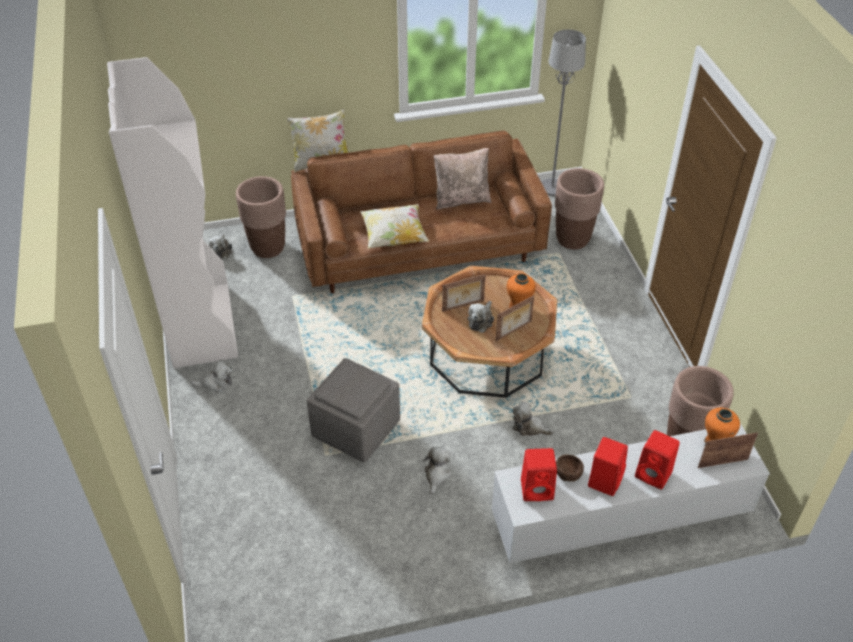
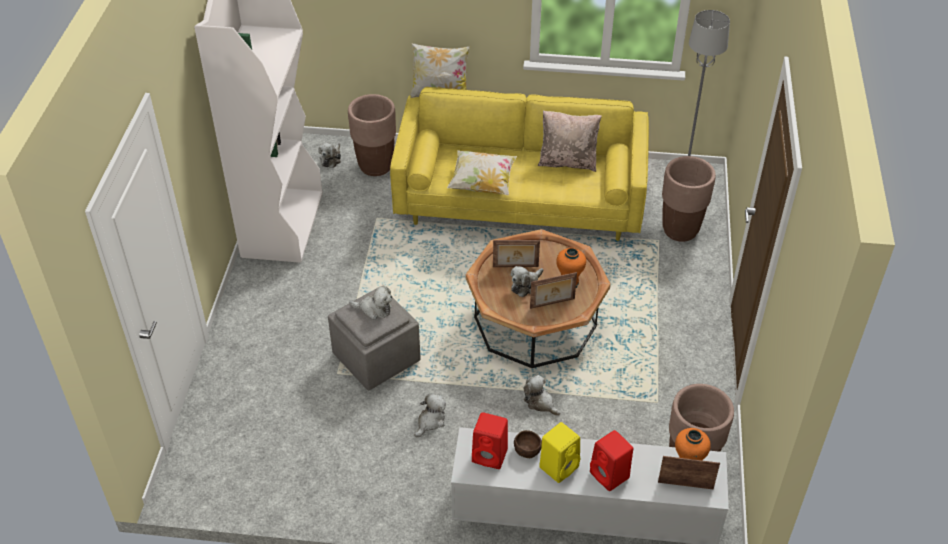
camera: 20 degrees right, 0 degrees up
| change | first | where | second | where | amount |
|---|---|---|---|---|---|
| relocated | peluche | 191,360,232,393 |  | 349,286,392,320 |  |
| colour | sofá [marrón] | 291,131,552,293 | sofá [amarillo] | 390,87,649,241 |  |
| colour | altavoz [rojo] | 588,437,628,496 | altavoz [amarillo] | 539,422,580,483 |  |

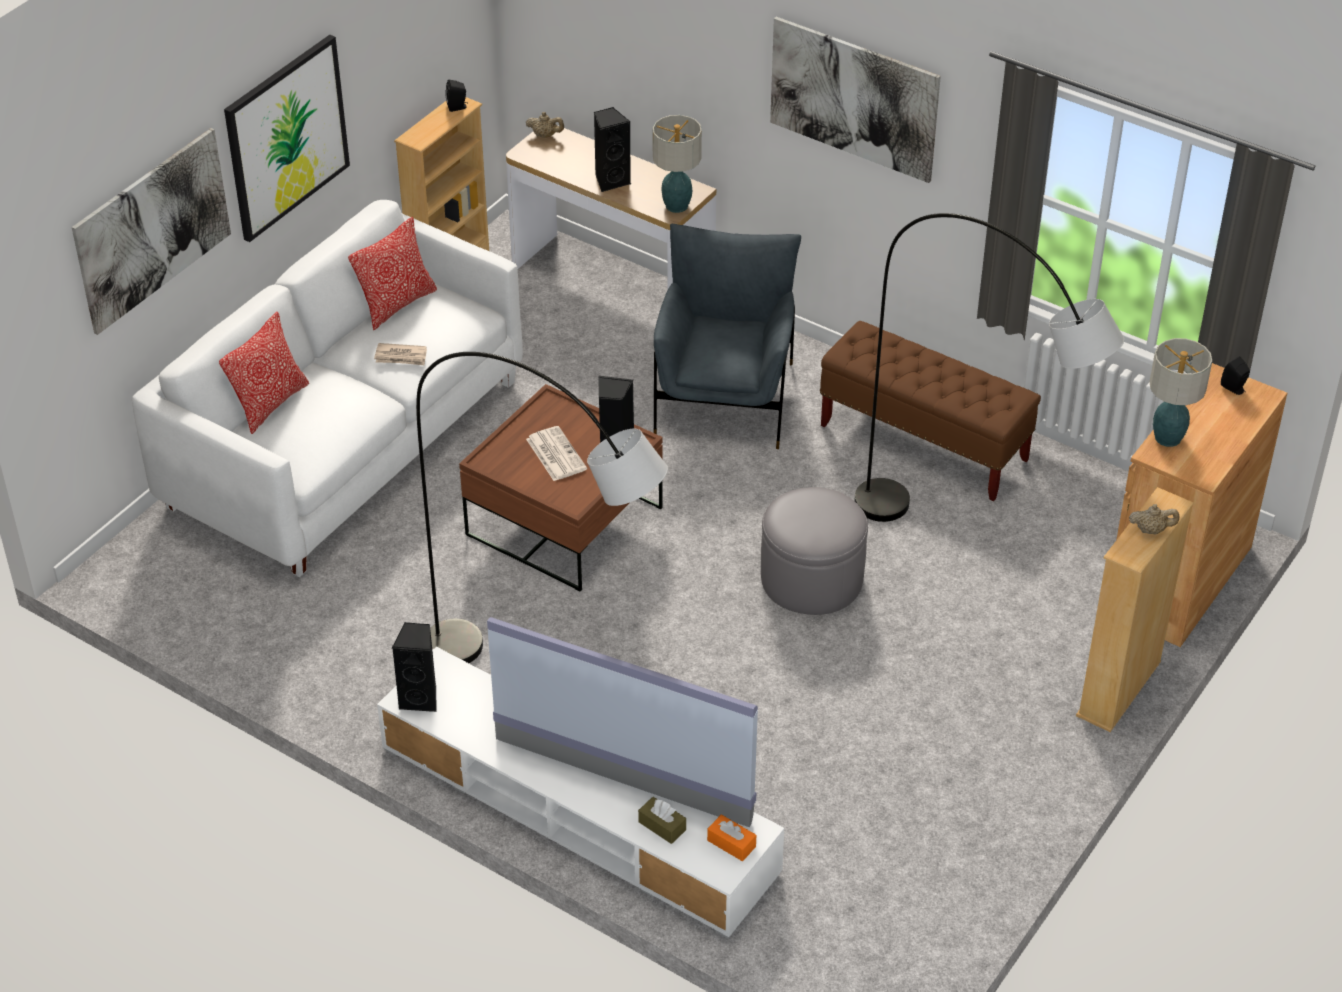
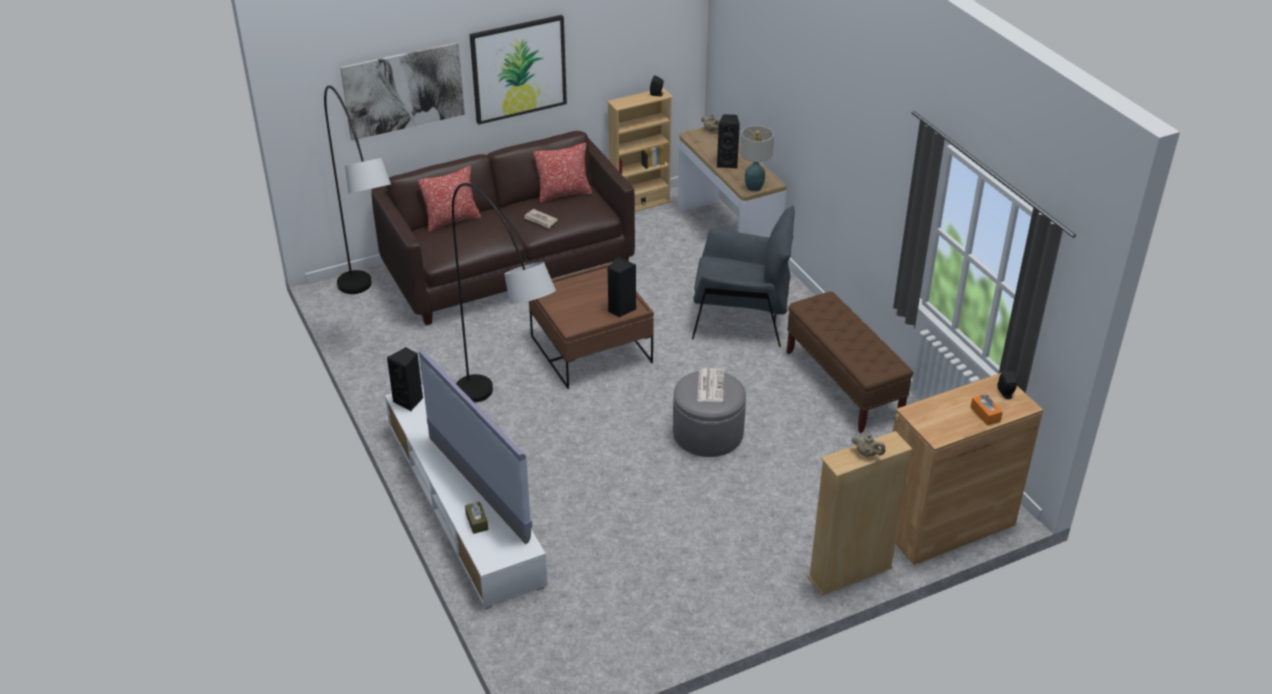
camera: 30 degrees right, 5 degrees down
| change | first | where | second | where | amount |
|---|---|---|---|---|---|
| relocated | lámpara de pie [gris] | 855,213,1124,522 |  | 324,85,391,294 |  |
| colour | sofá [blanco] | 132,200,523,577 | sofá [marrón] | 371,131,635,325 |  |
| spun | sillón [gris] | 654,224,801,449 |  | 692,206,795,347 | 60 degrees clockwise |
| relocated | periódico | 526,426,587,481 |  | 698,368,724,402 |  |
| relocated | caja de pañuelos [naranja] | 707,814,756,861 |  | 970,394,1003,426 |  |
| missing | cuadro | 770,17,941,183 |  |  |  |
| missing | lámpara de mesa | 1149,338,1212,447 |  |  |  |

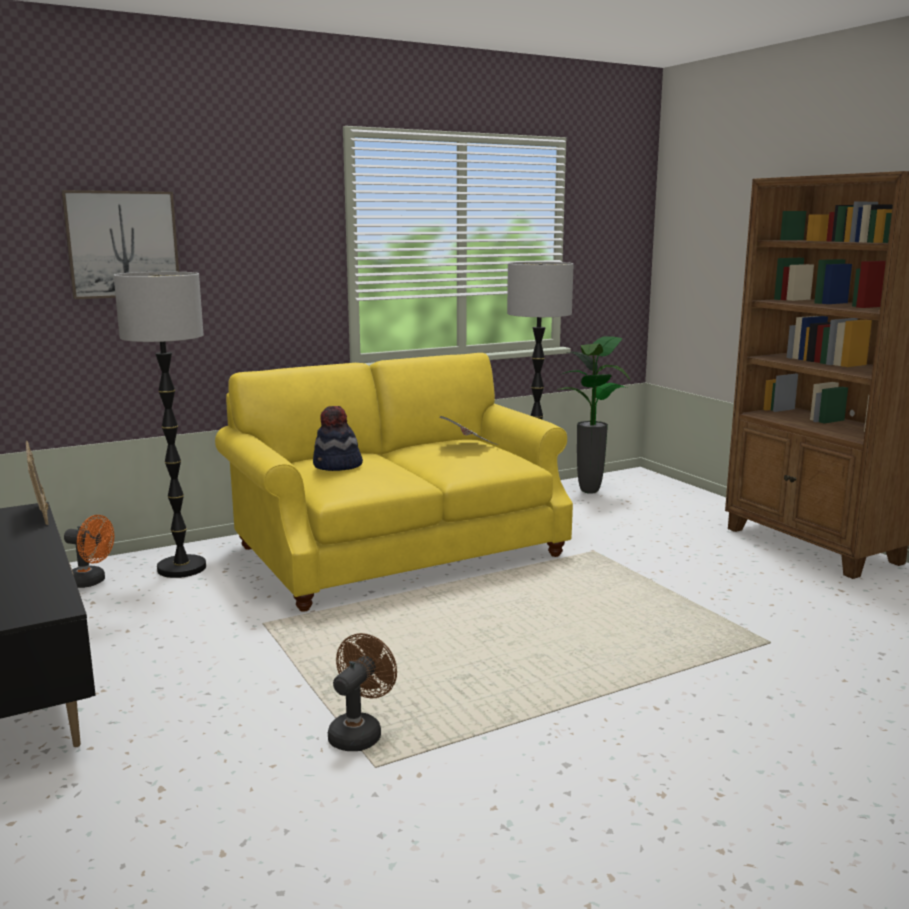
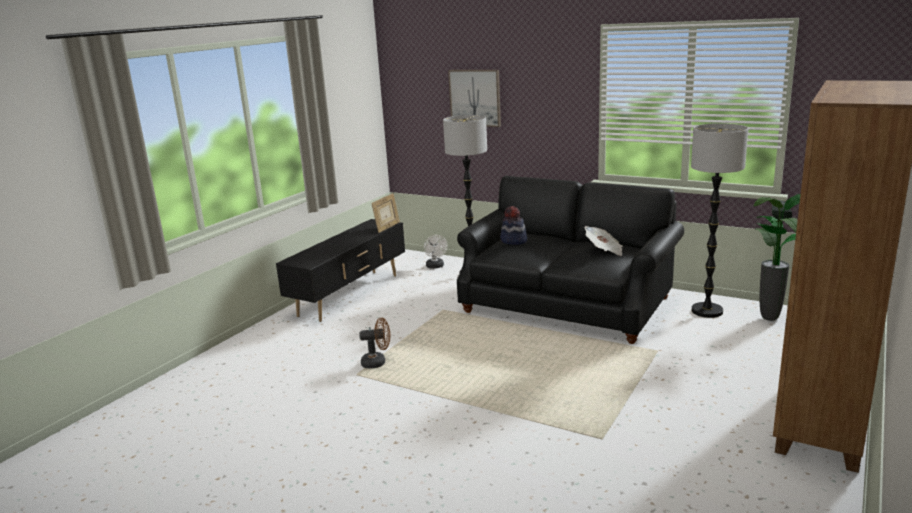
camera: 60 degrees right, 5 degrees up
| change | first | where | second | where | amount |
|---|---|---|---|---|---|
| colour | ventilador [naranja] | 64,515,114,588 | ventilador [blanco] | 424,235,448,269 |  |
| colour | sofá [amarillo] | 215,353,573,612 | sofá [negro] | 457,176,684,344 |  |

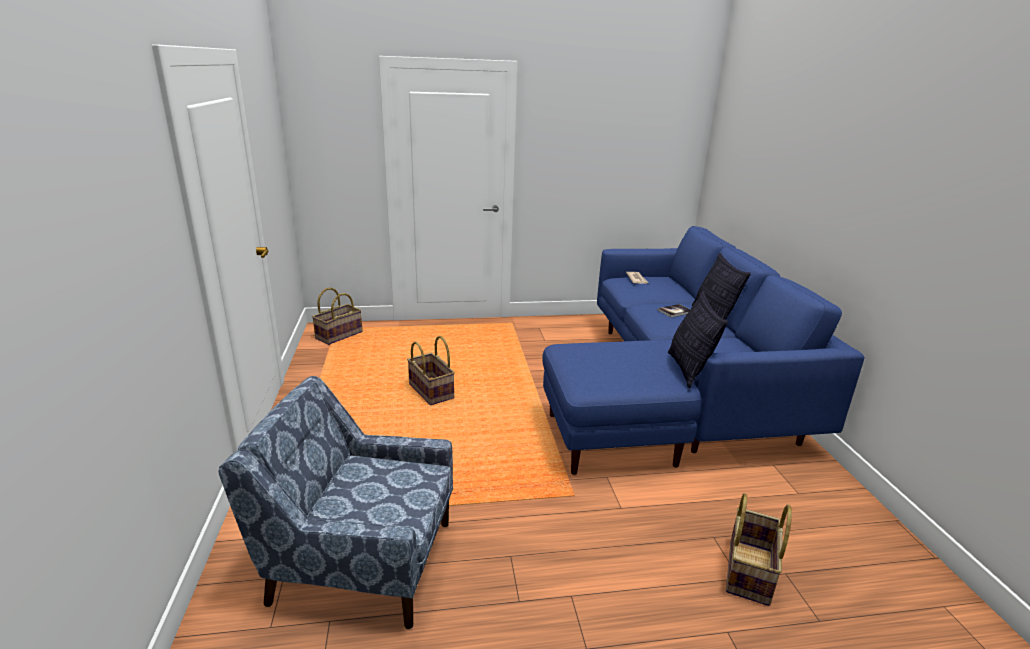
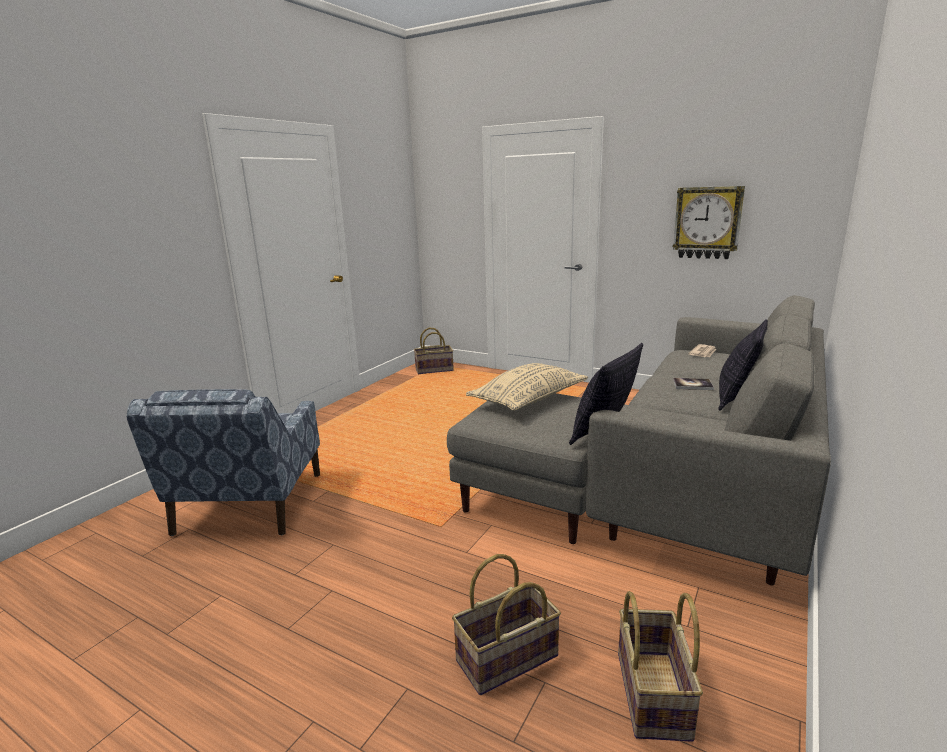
camera: 40 degrees right, 5 degrees down
| change | first | where | second | where | amount |
|---|---|---|---|---|---|
| spun | sillón [azul] | 219,376,453,629 |  | 126,389,320,536 | 135 degrees counterclockwise |
| colour | sofá [azul] | 542,226,864,475 | sofá [gris] | 447,295,831,585 |  |
| appeared |  |  | cojín [beis] | 466,363,588,411 |  |
| relocated | cesta | 407,336,455,405 |  | 618,591,703,742 |  |
| appeared |  |  | reloj de pared | 673,186,745,259 |  |

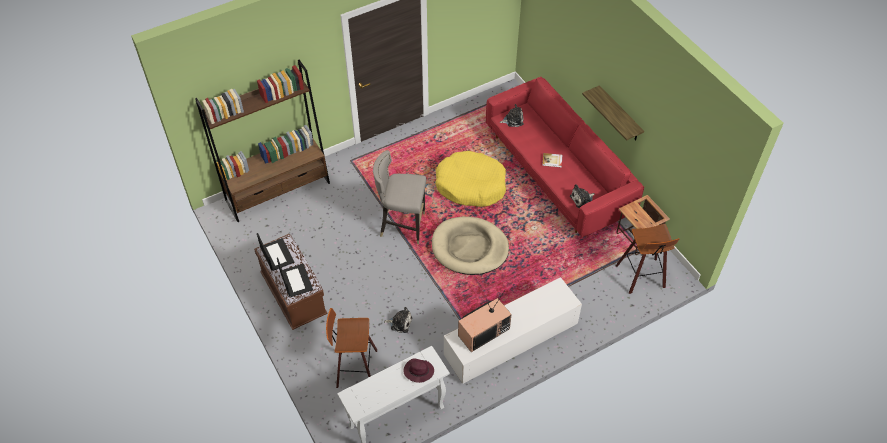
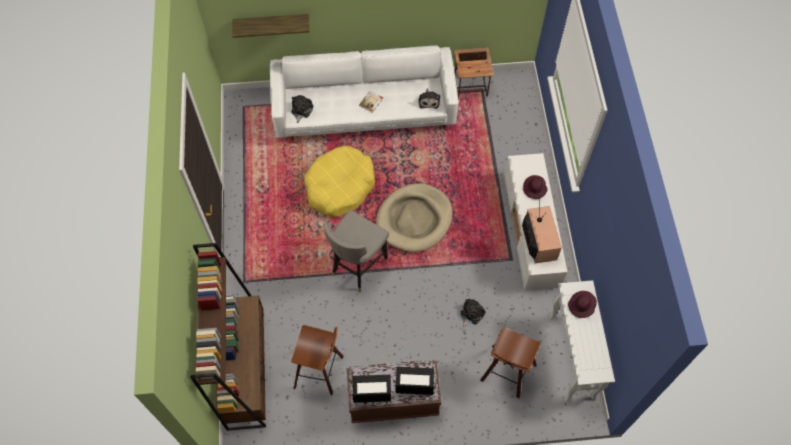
camera: 65 degrees left, 10 degrees up
| change | first | where | second | where | amount |
|---|---|---|---|---|---|
| relocated | estante | 582,85,644,141 |  | 232,14,310,38 |  |
| colour | sofá [rojo] | 486,77,644,237 | sofá [blanco] | 270,45,459,140 |  |
| relocated | taburete | 616,224,679,294 |  | 291,325,343,395 |  |
| appeared |  |  | sombrero [morado] | 523,175,547,199 |  |

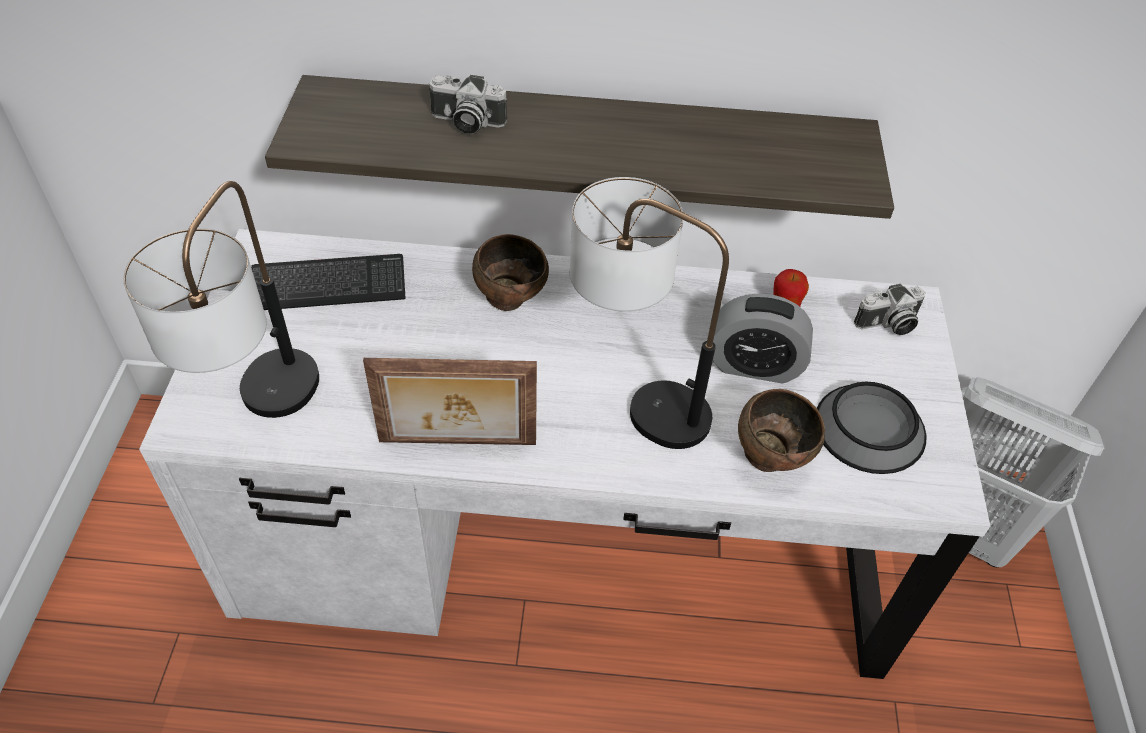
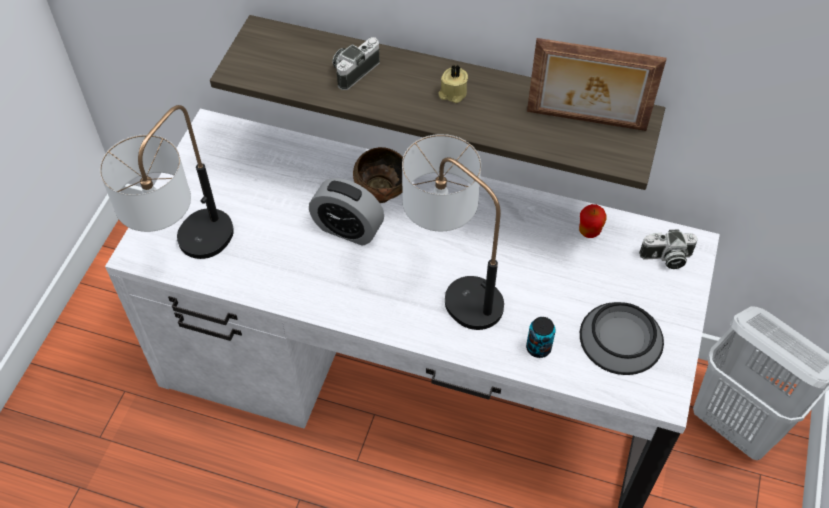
camera: 15 degrees right, 5 degrees up
| change | first | where | second | where | amount |
|---|---|---|---|---|---|
| relocated | despertador | 713,293,813,383 |  | 309,178,384,245 |  |
| spun | cámara | 428,75,507,134 |  | 332,37,380,90 | 105 degrees clockwise |
| appeared |  |  | vela [beis] | 438,65,468,103 |  |
| exchanged | cuenco [marrón] | 738,389,825,472 | lata | 526,317,556,358 |  |
| relocated | portarretratos | 363,358,537,445 |  | 527,38,667,131 |  |
| missing | teclado | 251,254,406,310 |  |  |  |

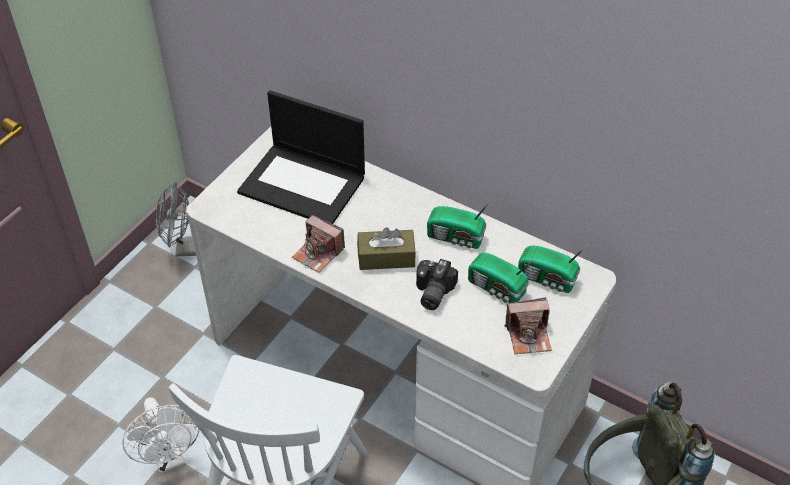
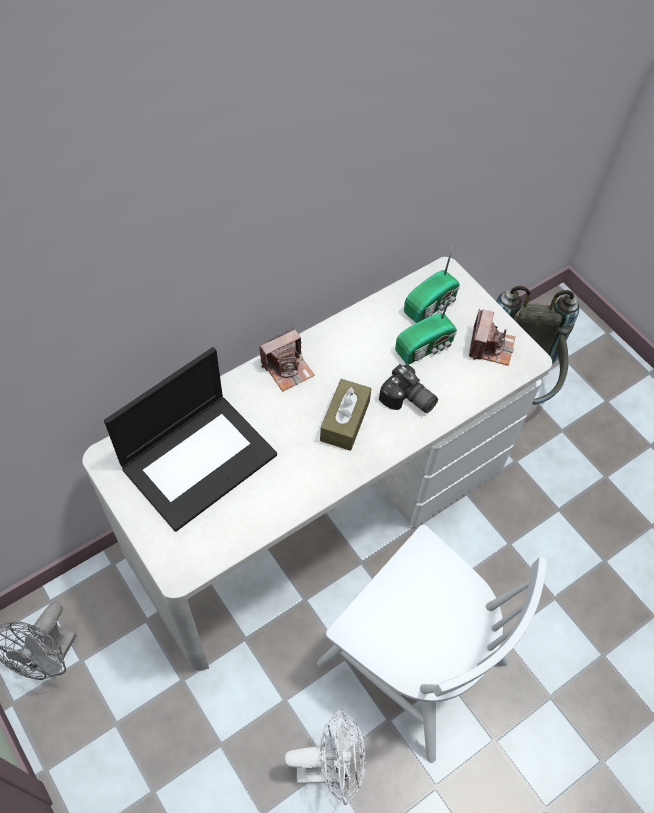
camera: 70 degrees left, 10 degrees up
| change | first | where | second | where | amount |
|---|---|---|---|---|---|
| relocated | cámara | 292,215,345,273 |  | 259,327,314,391 |  |
| missing | radio | 427,198,493,249 |  |  |  |

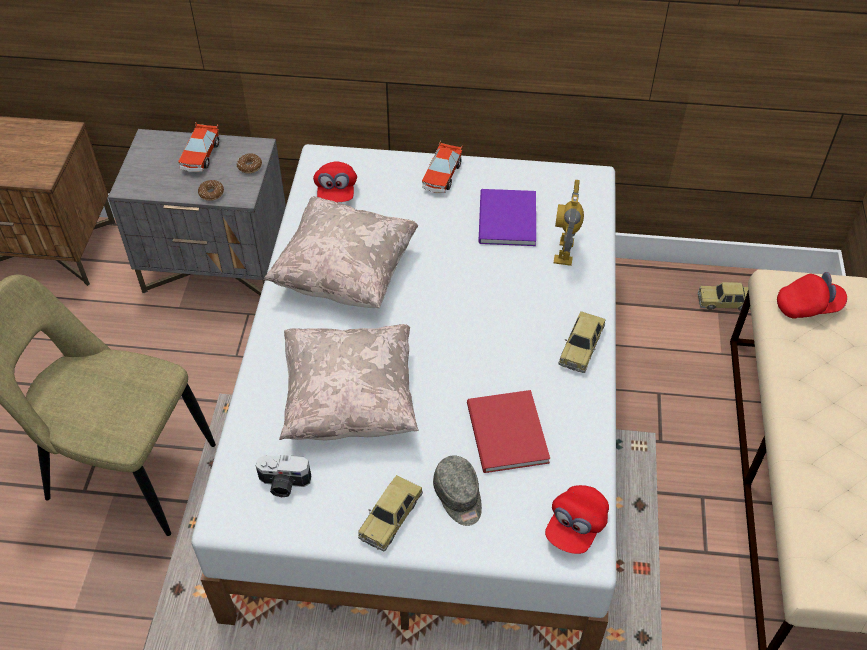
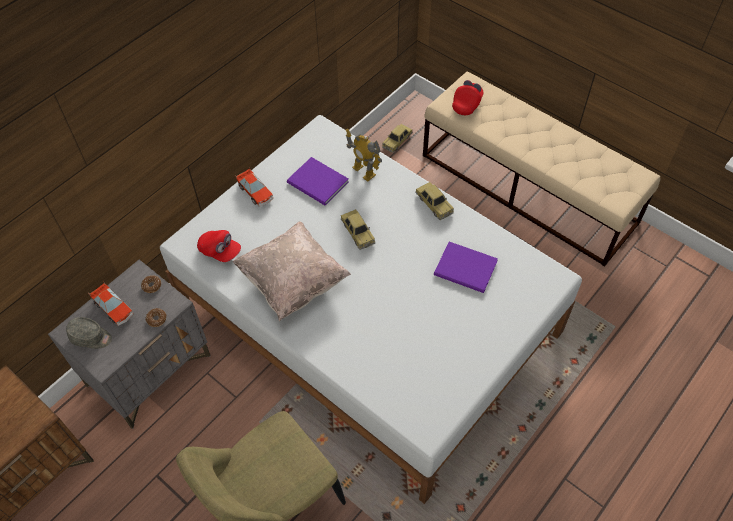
camera: 55 degrees left, 5 degrees up
| change | first | where | second | where | amount |
|---|---|---|---|---|---|
| relocated | gorra [gris] | 433,456,482,526 |  | 66,317,112,349 |  |
| relocated | coche de juguete | 358,475,423,551 |  | 341,209,375,250 |  |
| colour | libro [rojo] | 467,390,550,473 | libro [morado] | 434,242,498,293 |  |
| missing | cámara | 256,455,311,498 |  |  |  |
| missing | cojín [beis] | 279,324,419,441 |  |  |  |
| missing | gorra [rojo] | 545,485,609,554 |  |  |  |

